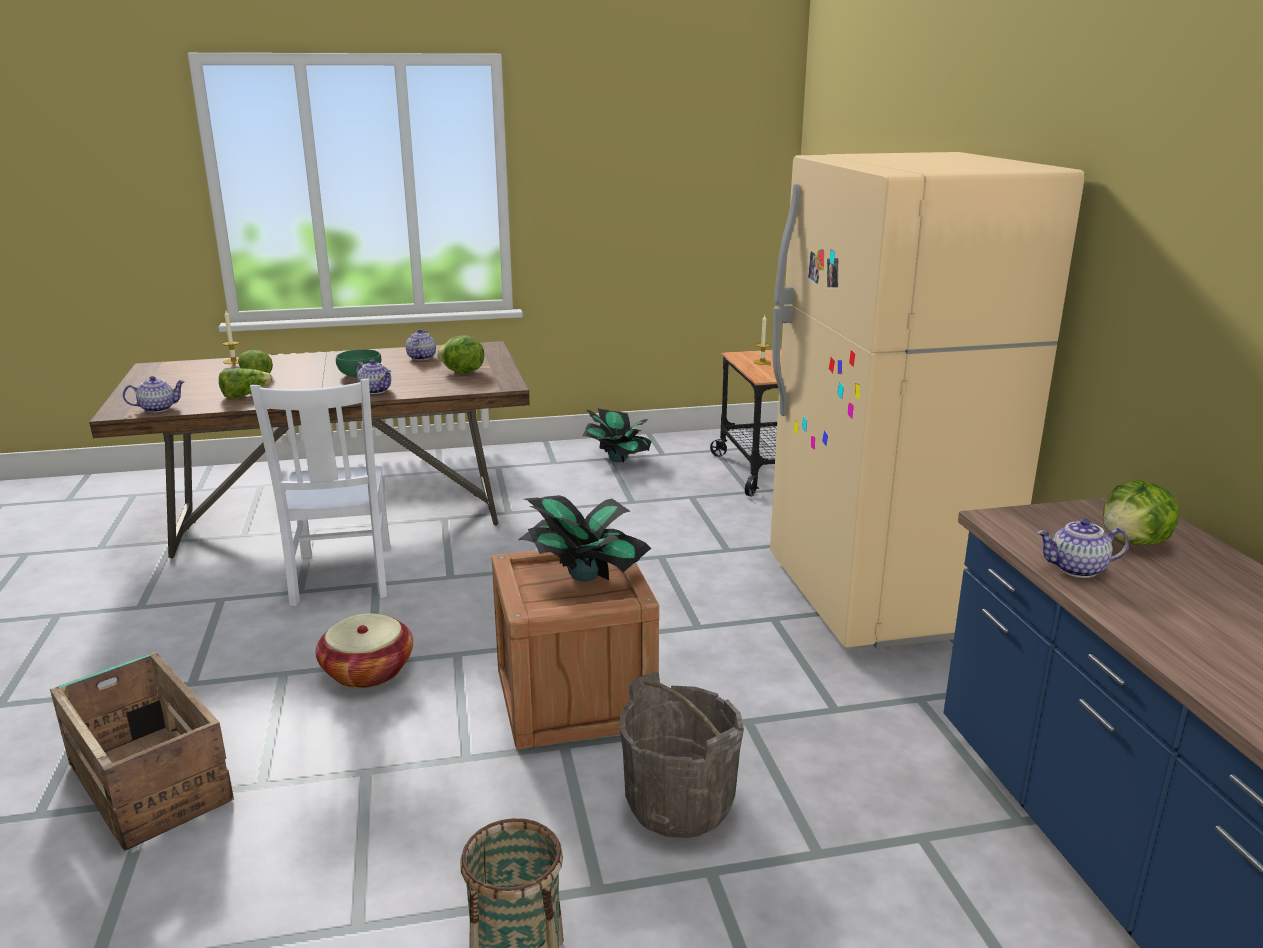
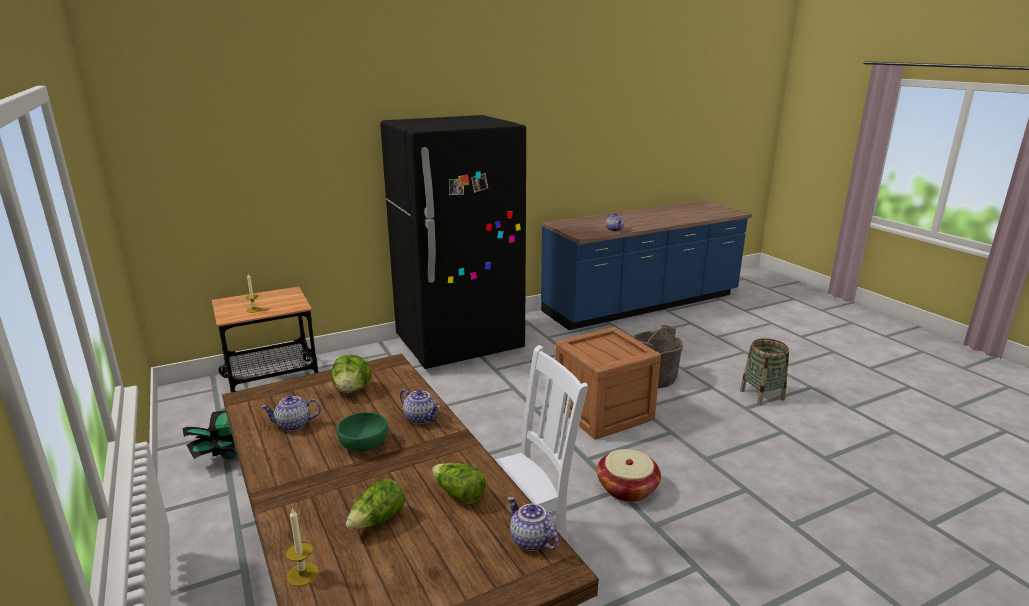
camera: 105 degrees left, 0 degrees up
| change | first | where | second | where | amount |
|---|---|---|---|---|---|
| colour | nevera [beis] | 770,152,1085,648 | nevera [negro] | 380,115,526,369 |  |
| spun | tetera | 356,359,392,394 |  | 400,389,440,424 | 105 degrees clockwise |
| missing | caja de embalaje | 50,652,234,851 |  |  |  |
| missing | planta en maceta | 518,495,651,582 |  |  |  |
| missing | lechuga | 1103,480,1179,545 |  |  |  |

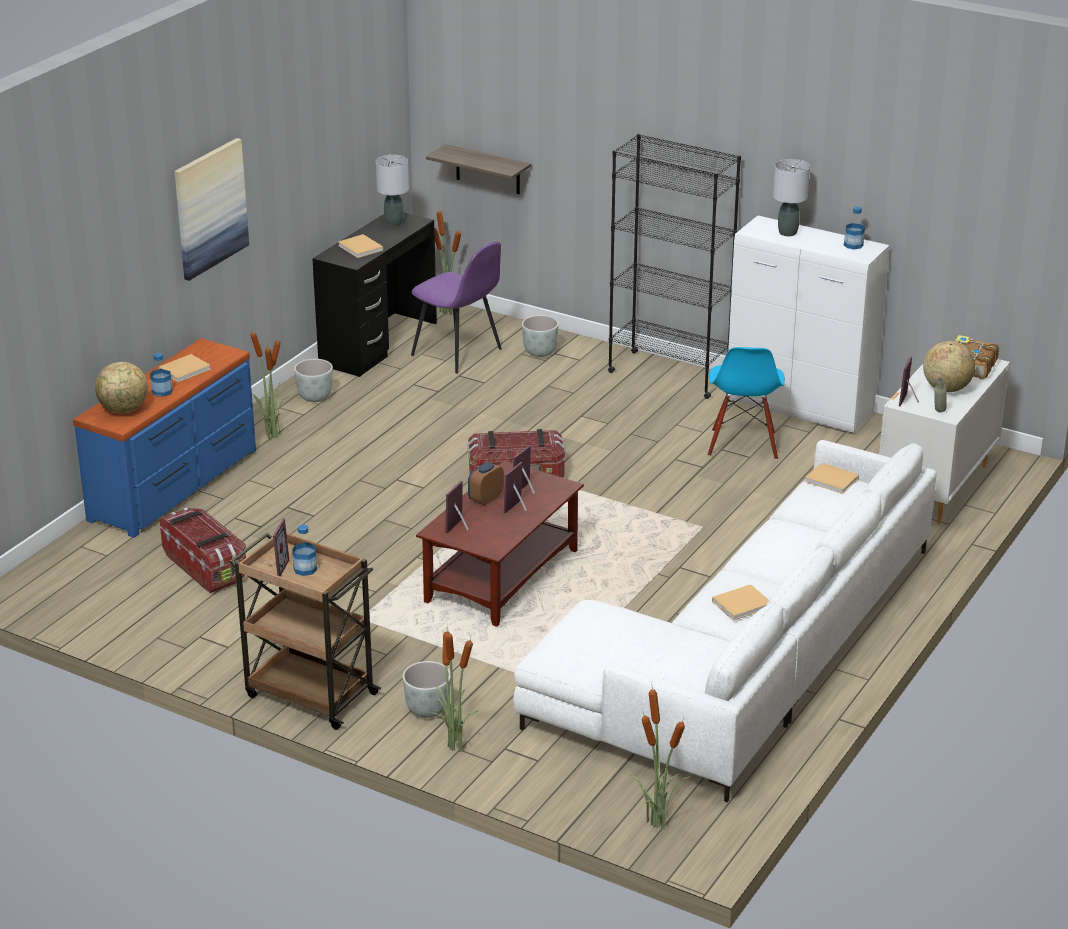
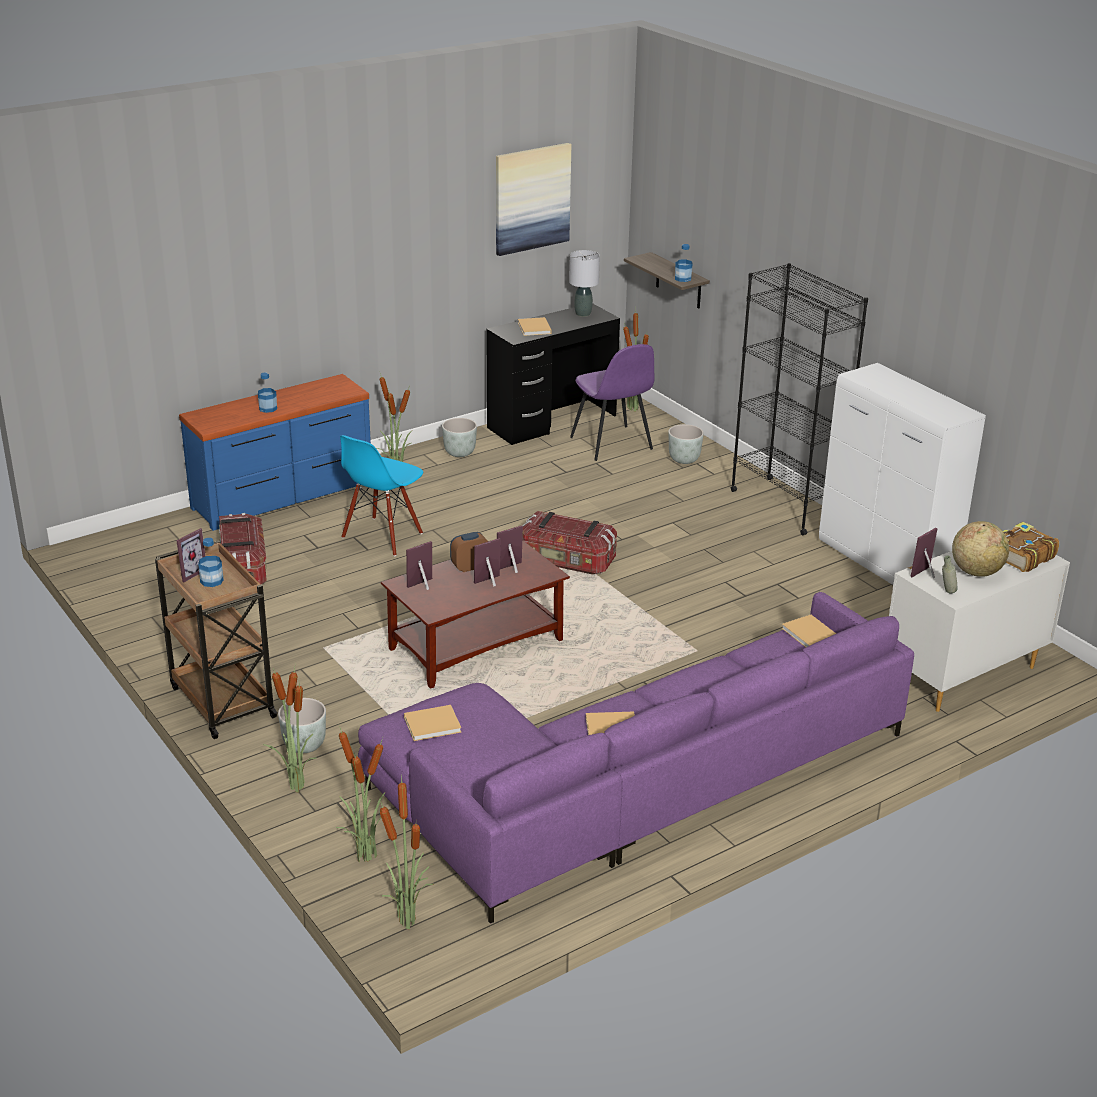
camera: 25 degrees right, 0 degrees up
| change | first | where | second | where | amount |
|---|---|---|---|---|---|
| appeared |  |  | planta en maceta | 336,726,386,863 |  |
| relocated | silla [azul] | 708,347,785,460 |  | 340,435,423,556 |  |
| colour | sofá [blanco] | 513,440,937,803 | sofá [morado] | 358,592,914,924 |  |
| relocated | libro [beis] | 158,354,211,382 |  | 404,705,461,741 |  |
| relocated | cuadro | 175,138,249,281 |  | 496,143,571,256 |  |
| relocated | botella | 844,207,865,249 |  | 675,244,693,282 |  |
| missing | globo terráqueo | 95,362,148,413 |  |  |  |
| missing | lámpara de mesa [gris] | 773,159,810,236 |  |  |  |

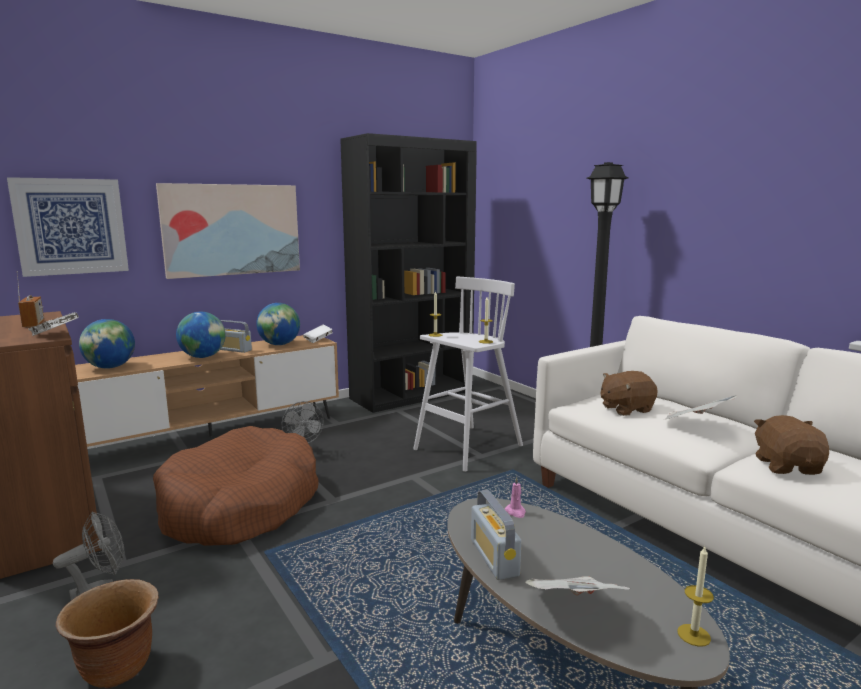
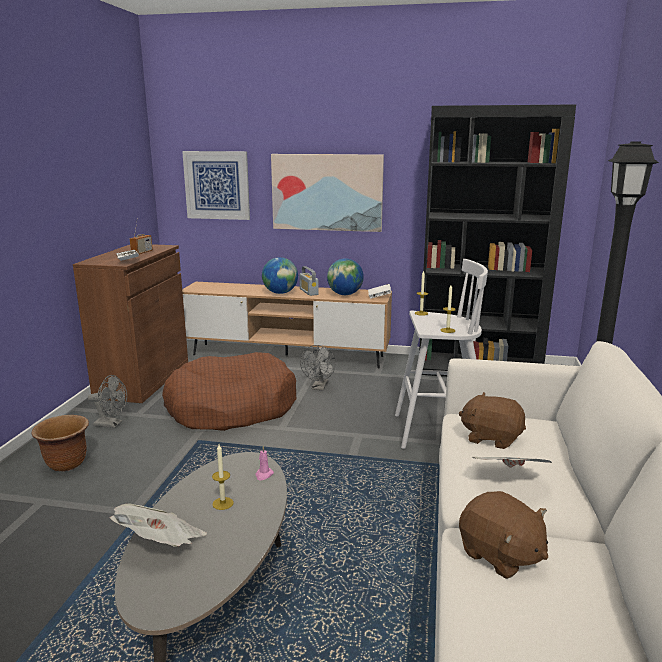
camera: 45 degrees right, 5 degrees up
| change | first | where | second | where | amount |
|---|---|---|---|---|---|
| relocated | vela | 677,547,714,647 |  | 212,444,234,510 |  |
| spun | peluche [marrón] | 754,415,829,475 |  | 459,491,548,579 | 90 degrees clockwise |
| missing | globo terráqueo | 79,319,135,369 |  |  |  |
| missing | radio | 471,490,521,580 |  |  |  |

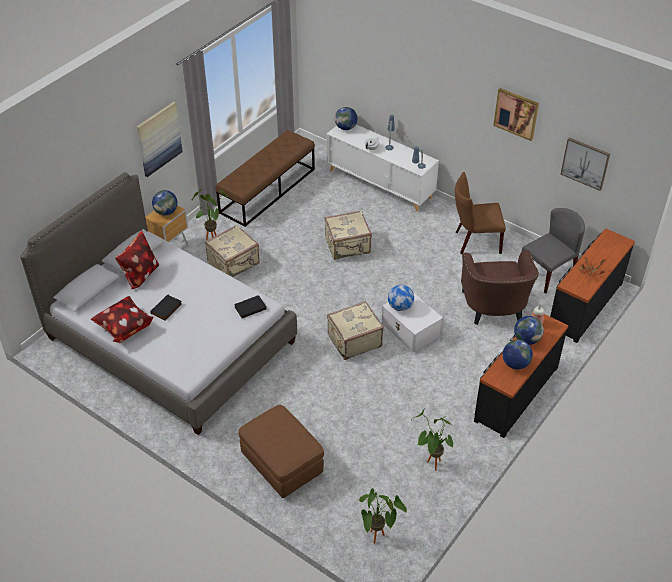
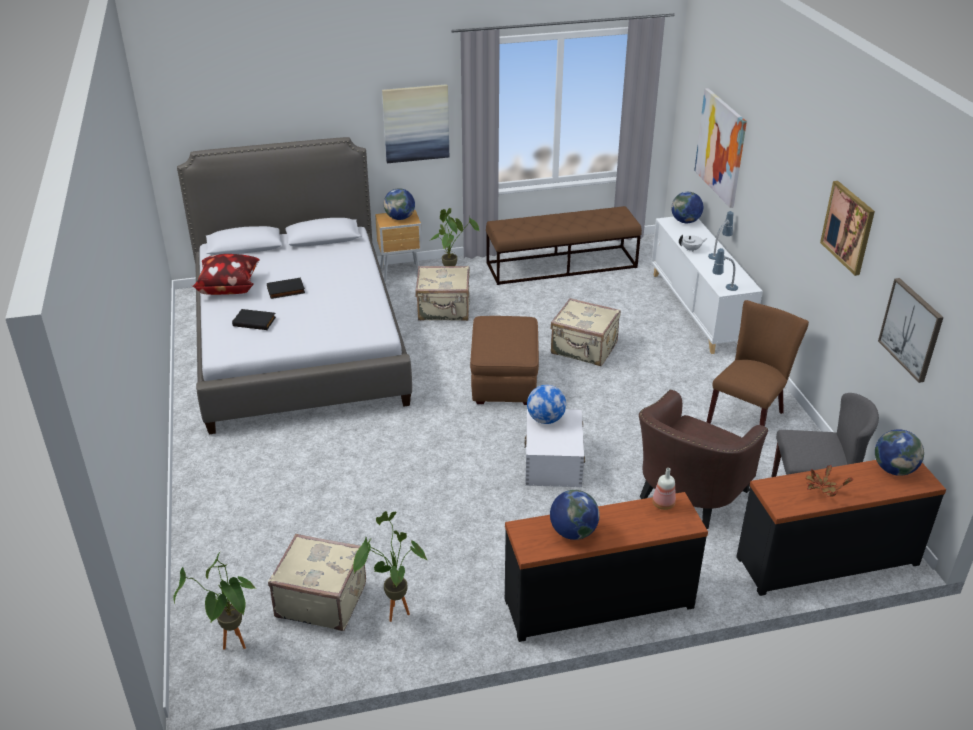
camera: 40 degrees right, 10 degrees down
| change | first | where | second | where | amount |
|---|---|---|---|---|---|
| relocated | libro [negro] | 234,295,267,318 |  | 232,309,276,330 |  |
| relocated | maleta [beis] | 327,301,384,360 |  | 268,534,366,631 |  |
| relocated | puf [marrón] | 239,405,324,498 |  | 470,316,539,405 |  |
| appeared |  |  | cuadro | 694,88,747,208 |  |
| spun | silla [marrón] | 455,172,506,254 |  | 707,300,809,426 | 90 degrees clockwise |
| relocated | globo terráqueo | 514,316,544,345 |  | 875,429,924,476 |  |
| missing | cojín | 115,231,159,289 |  |  |  |

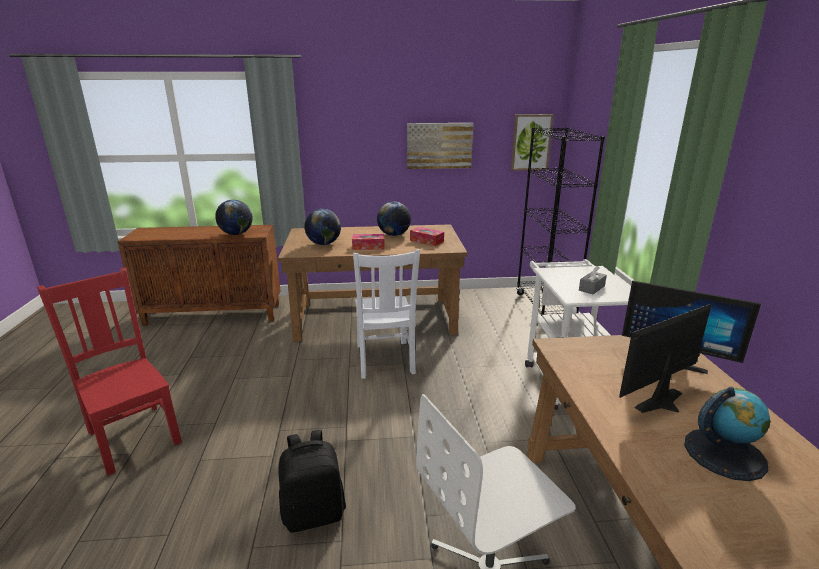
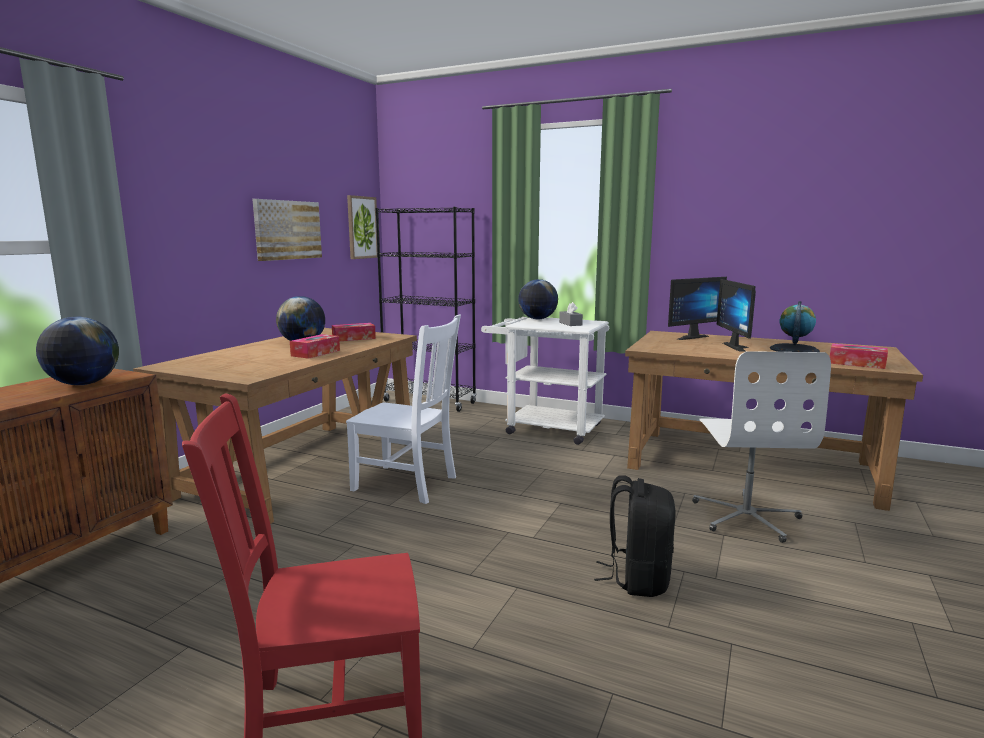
camera: 60 degrees left, 10 degrees down
| change | first | where | second | where | amount |
|---|---|---|---|---|---|
| relocated | globo terráqueo | 304,209,341,245 |  | 518,279,558,319 |  |
| appeared |  |  | caja de pañuelos | 830,343,888,369 |  |

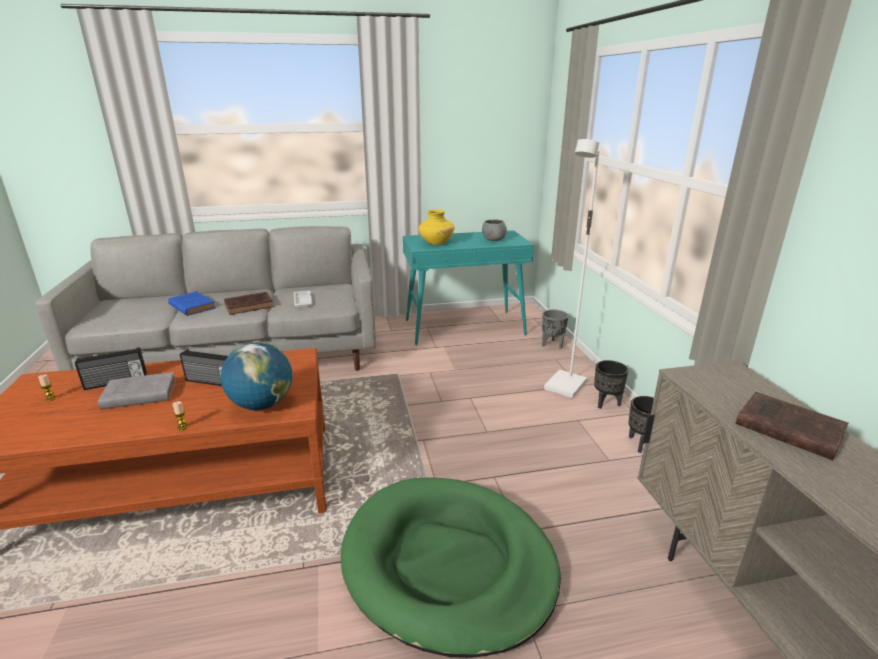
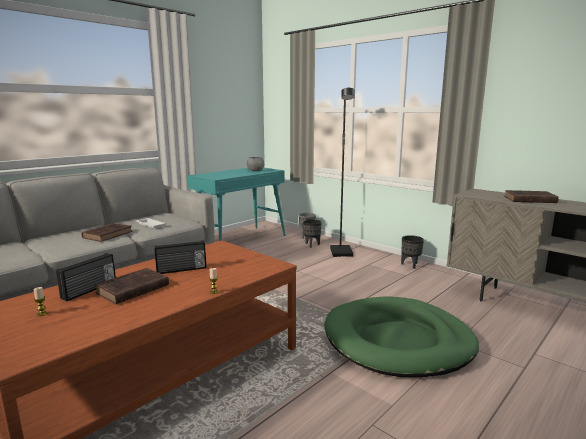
camera: 35 degrees left, 10 degrees down
| change | first | where | second | where | amount |
|---|---|---|---|---|---|
| colour | libro [gris] | 98,372,176,409 | libro [marrón] | 95,268,169,304 |  |
| relocated | maceta [negro] | 594,360,628,409 |  | 303,219,322,248 |  |
| colour | lámpara de pie [blanco] | 544,139,599,398 | lámpara de pie [negro] | 330,88,355,257 |  |
| missing | libro [azul] | 168,291,216,316 |  |  |  |
| missing | globo terráqueo | 221,342,292,410 |  |  |  |
| missing | florero [amarillo] | 419,209,454,245 |  |  |  |

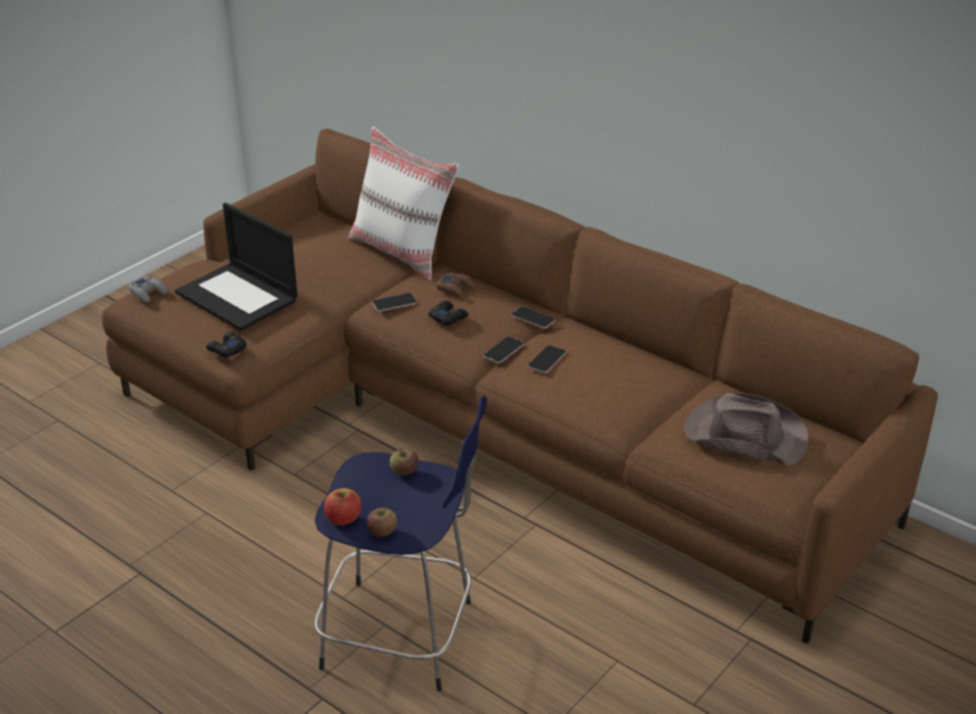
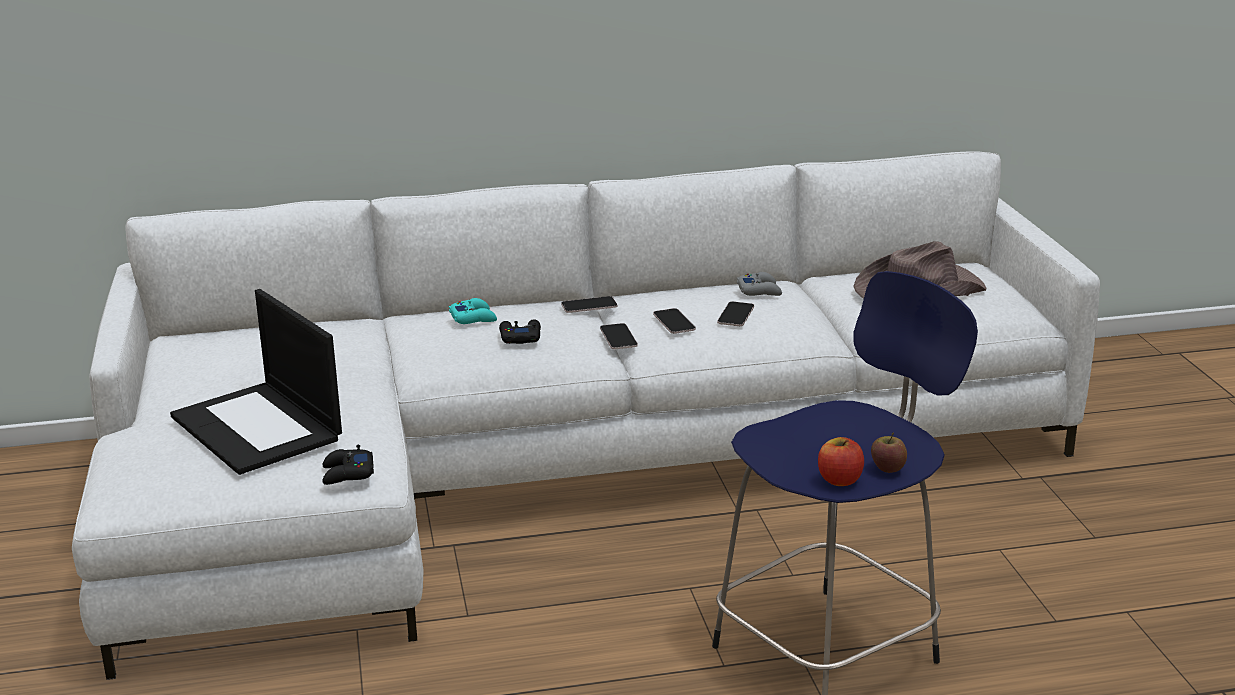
camera: 50 degrees left, 10 degrees down
| change | first | where | second | where | amount |
|---|---|---|---|---|---|
| colour | sofá [marrón] | 102,129,938,644 | sofá [blanco] | 72,151,1100,680 |  |
| spun | portátil | 175,203,298,331 |  | 170,289,342,475 | 60 degrees clockwise |
| colour | mando de consola [marrón] | 436,273,474,298 | mando de consola [turquesa] | 449,298,497,324 |  |
| relocated | móvil | 372,293,417,311 |  | 717,301,754,326 |  |
| relocated | mando de consola [gris] | 128,276,167,303 |  | 737,272,782,296 |  |
| missing | cojín [blanco] | 348,127,459,281 |  |  |  |
| missing | manzana | 390,449,419,475 |  |  |  |

